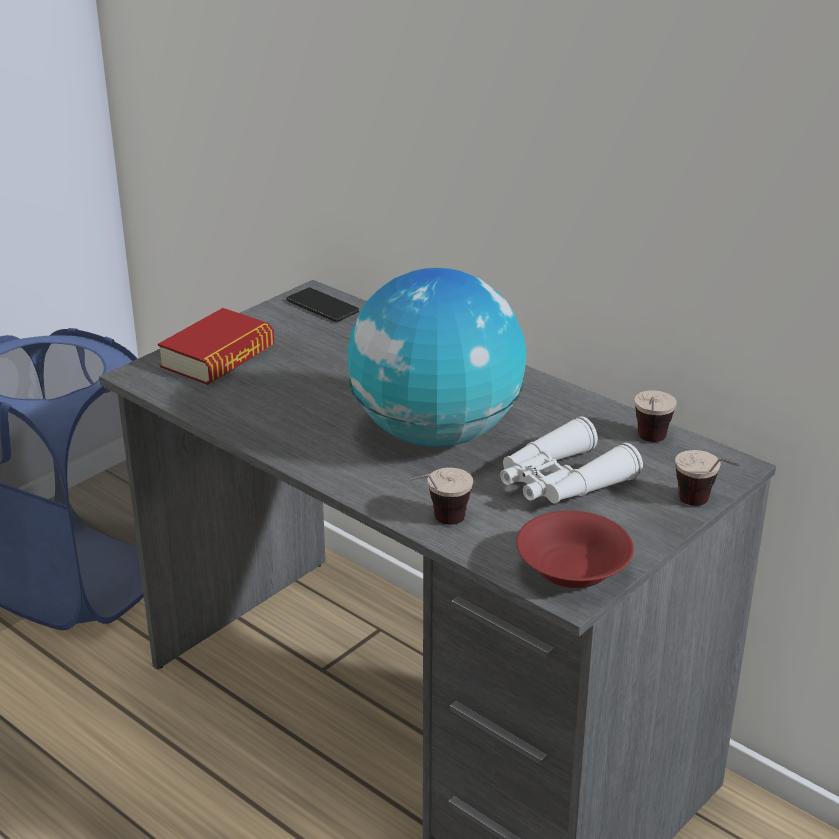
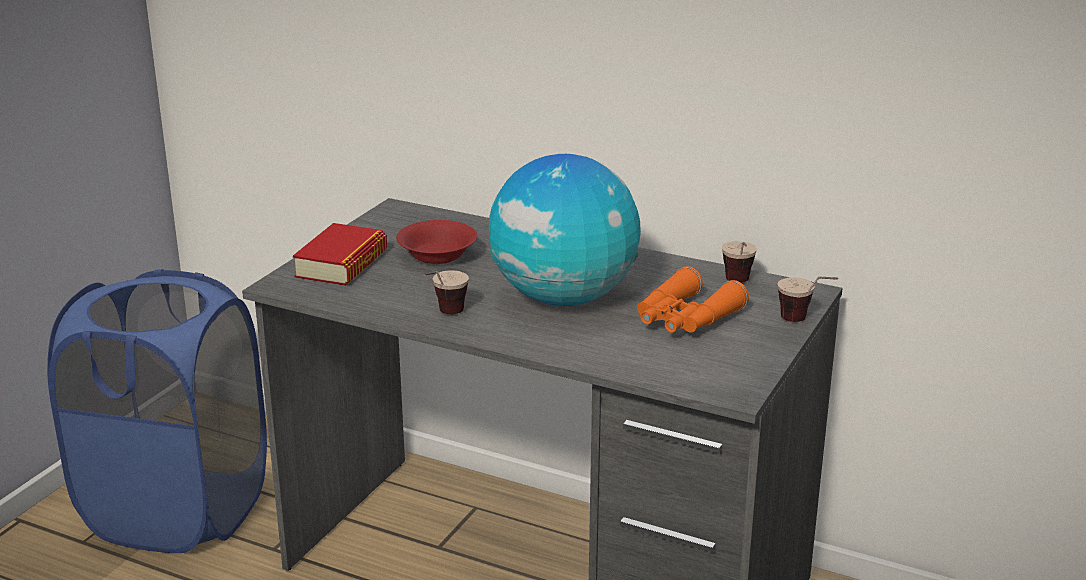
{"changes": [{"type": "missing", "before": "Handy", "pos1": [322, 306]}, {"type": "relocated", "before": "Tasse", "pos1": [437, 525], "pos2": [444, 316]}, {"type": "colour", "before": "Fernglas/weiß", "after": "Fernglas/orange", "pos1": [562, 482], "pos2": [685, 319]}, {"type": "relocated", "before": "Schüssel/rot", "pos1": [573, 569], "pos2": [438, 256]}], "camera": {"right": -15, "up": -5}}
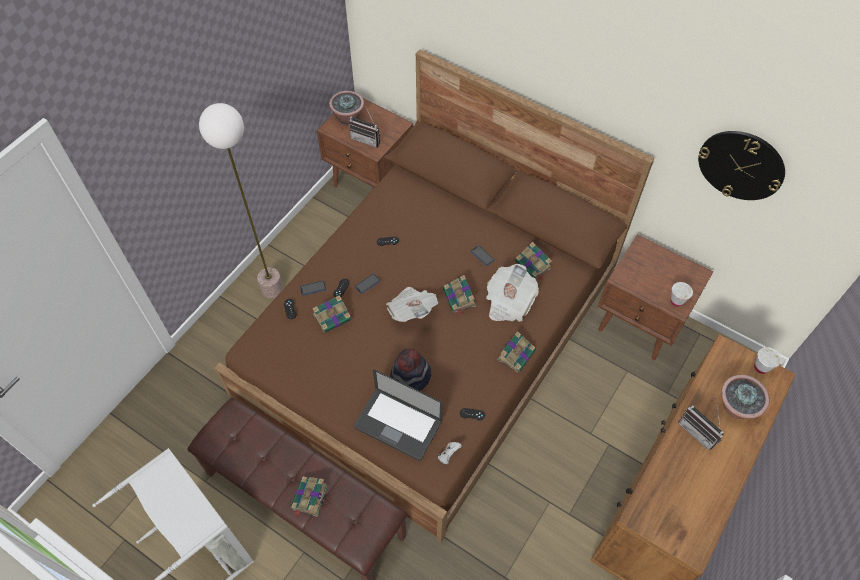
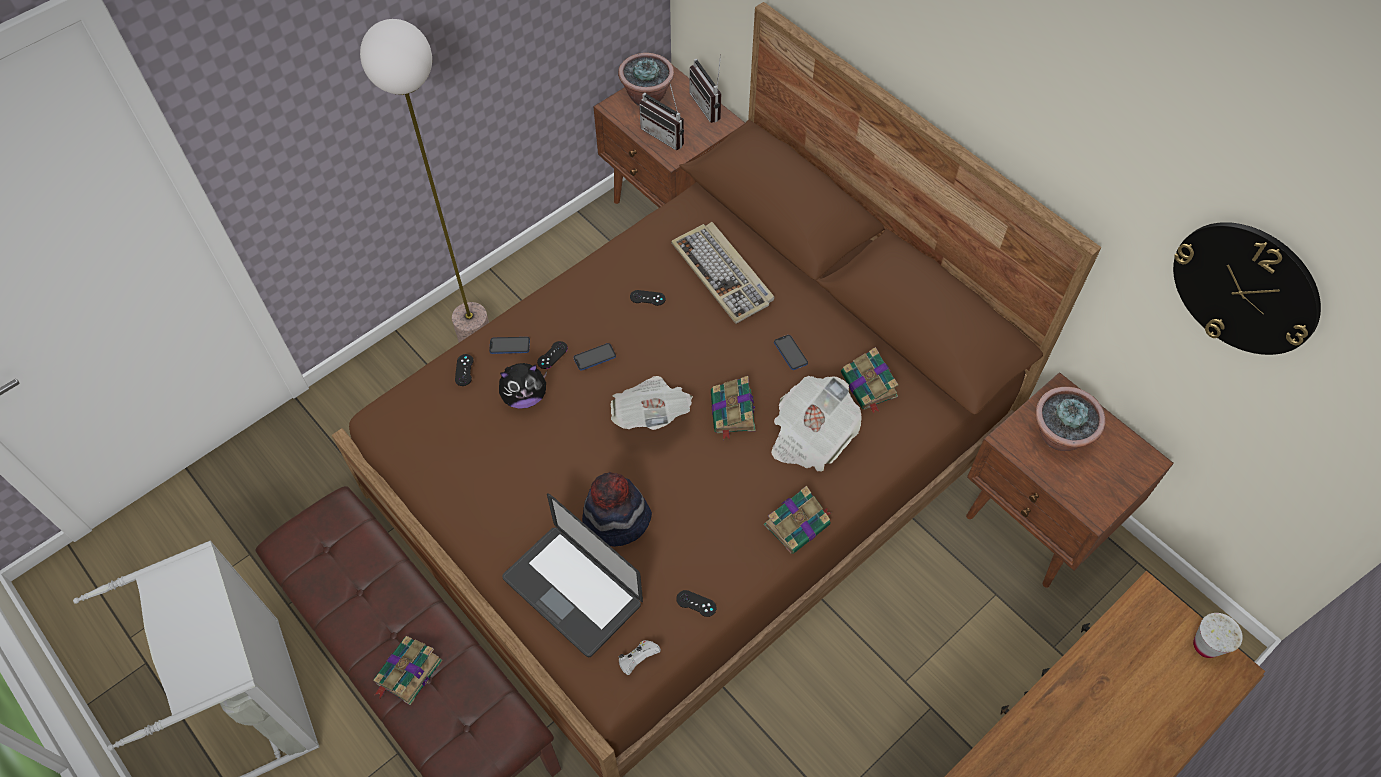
{"changes": [{"type": "exchanged", "before": "Buch", "after": "Plüschtier", "pos1": [333, 317], "pos2": [525, 397]}, {"type": "missing", "before": "Tasse/weiß", "pos1": [677, 301]}, {"type": "relocated", "before": "Radio", "pos1": [699, 431], "pos2": [710, 105]}, {"type": "relocated", "before": "Topfpflanze", "pos1": [736, 407], "pos2": [1059, 436]}, {"type": "appeared", "after": "Tastatur", "pos2": [723, 274]}], "camera": {"right": 15, "up": 0}}
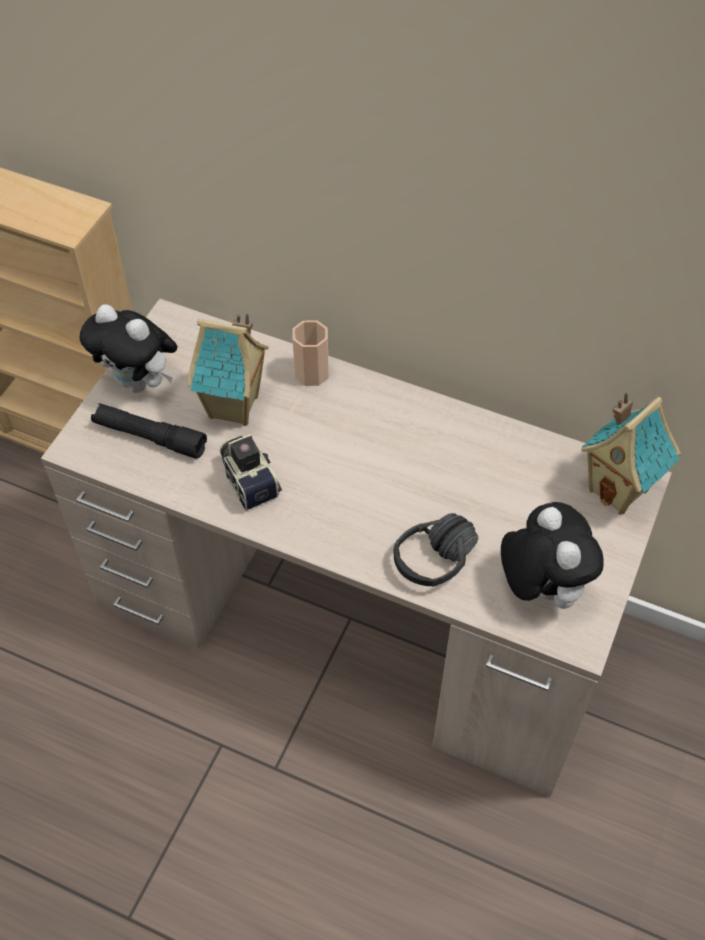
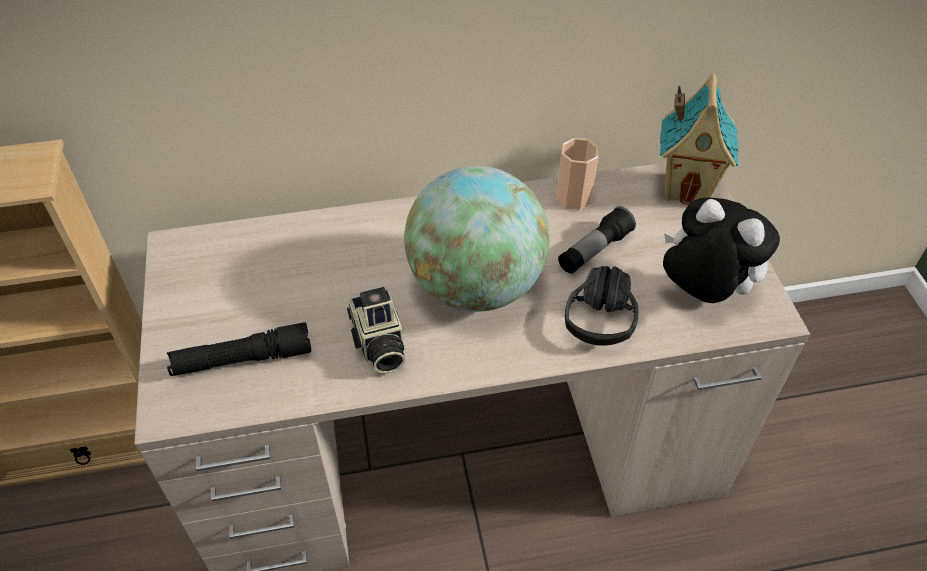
{"changes": [{"type": "missing", "before": "Plüschtier", "pos1": [140, 383]}, {"type": "missing", "before": "Spielzeughaus", "pos1": [235, 408]}, {"type": "spun", "before": "Kamera", "pos1": [250, 481], "pos2": [378, 345], "turn": -135}, {"type": "relocated", "before": "Tasse", "pos1": [311, 373], "pos2": [573, 197]}, {"type": "appeared", "after": "Globus", "pos2": [475, 285]}, {"type": "appeared", "after": "Taschenlampe", "pos2": [594, 250]}], "camera": {"right": -35, "up": -5}}
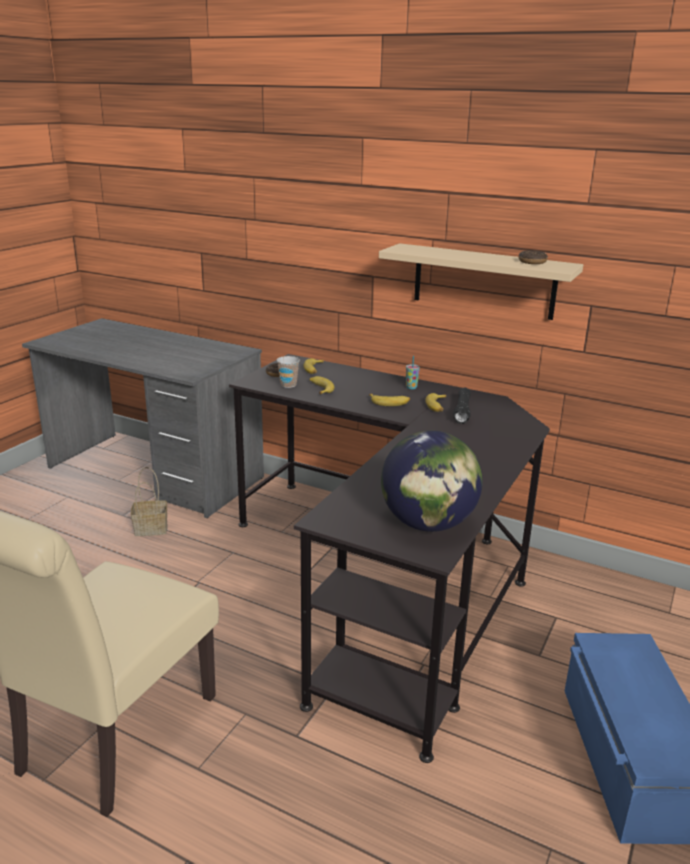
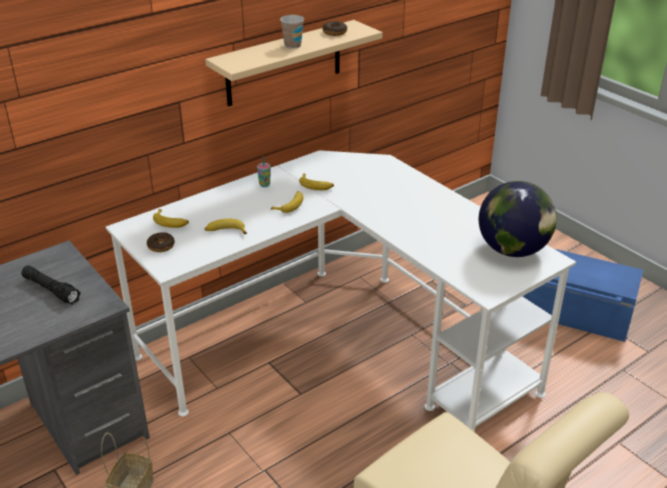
{"changes": [{"type": "colour", "before": "Schreibtisch/schwarz", "after": "Schreibtisch/weiß", "pos1": [389, 580], "pos2": [339, 344]}, {"type": "relocated", "before": "Tasse", "pos1": [288, 385], "pos2": [292, 45]}, {"type": "relocated", "before": "Taschenlampe/schwarz", "pos1": [462, 411], "pos2": [51, 290]}], "camera": {"right": -65, "up": 10}}
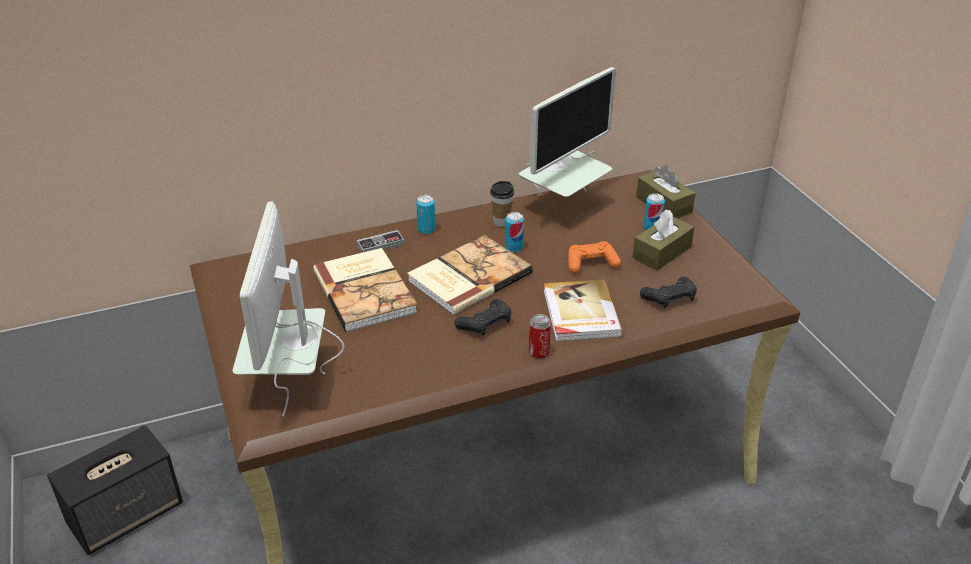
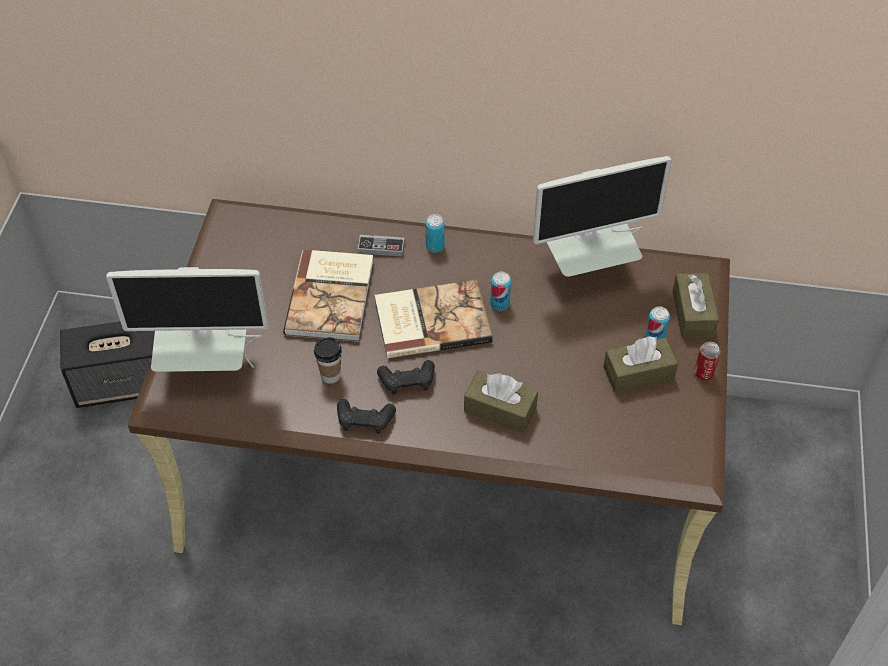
{"changes": [{"type": "spun", "before": "Monitor", "pos1": [290, 382], "pos2": [208, 368], "turn": -120}, {"type": "relocated", "before": "Tasse", "pos1": [501, 222], "pos2": [330, 376]}, {"type": "relocated", "before": "Dose", "pos1": [538, 353], "pos2": [703, 373]}, {"type": "exchanged", "before": "Buch", "after": "Taschentuchbox/braun", "pos1": [580, 314], "pos2": [500, 409]}, {"type": "missing", "before": "Gamepad/orange", "pos1": [591, 264]}, {"type": "relocated", "before": "Gamepad/schwarz", "pos1": [669, 298], "pos2": [365, 420]}], "camera": {"right": 30, "up": 15}}
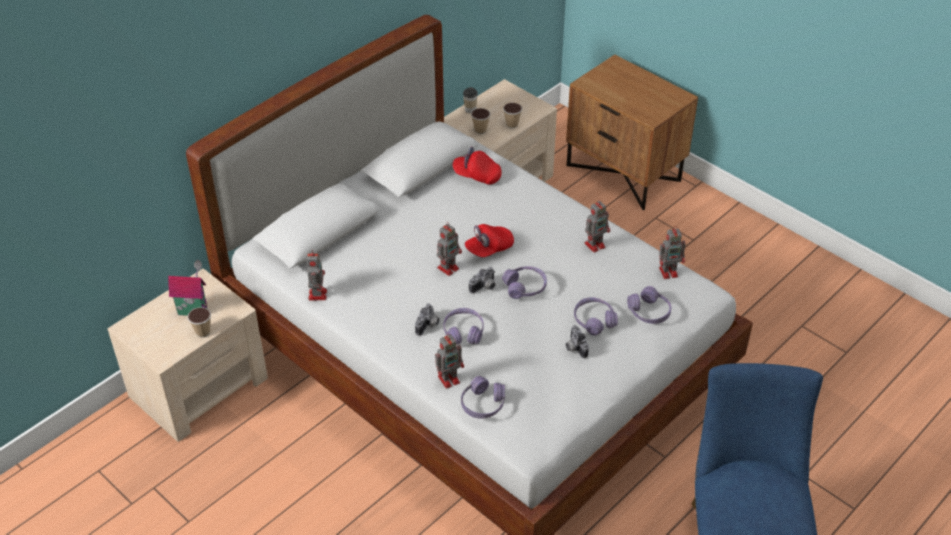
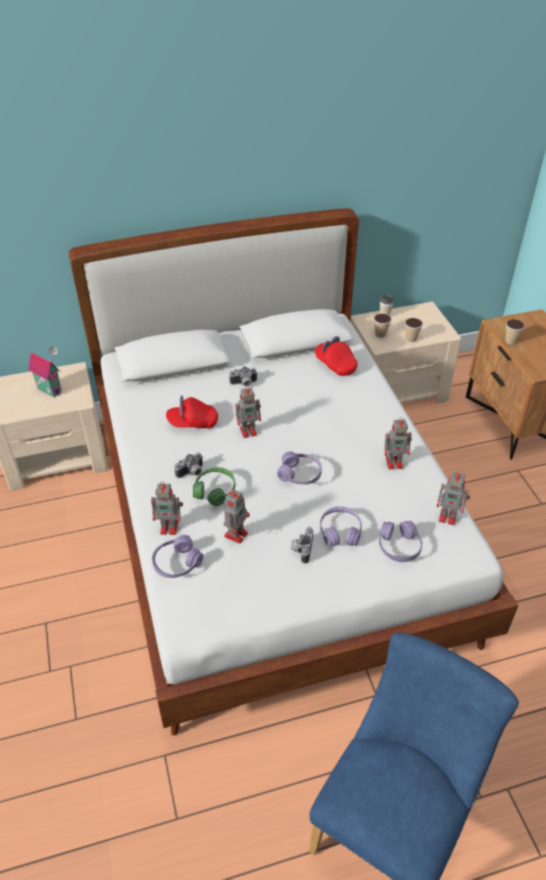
{"changes": [{"type": "relocated", "before": "Tasse", "pos1": [203, 332], "pos2": [510, 341]}, {"type": "relocated", "before": "Spielzeugroboter", "pos1": [317, 294], "pos2": [236, 533]}, {"type": "colour", "before": "Kopfhörer/lila", "after": "Kopfhörer/grün", "pos1": [463, 332], "pos2": [214, 491]}, {"type": "relocated", "before": "Kappe/rot", "pos1": [489, 249], "pos2": [193, 423]}, {"type": "relocated", "before": "Kamera", "pos1": [484, 287], "pos2": [244, 384]}], "camera": {"right": 30, "up": 0}}
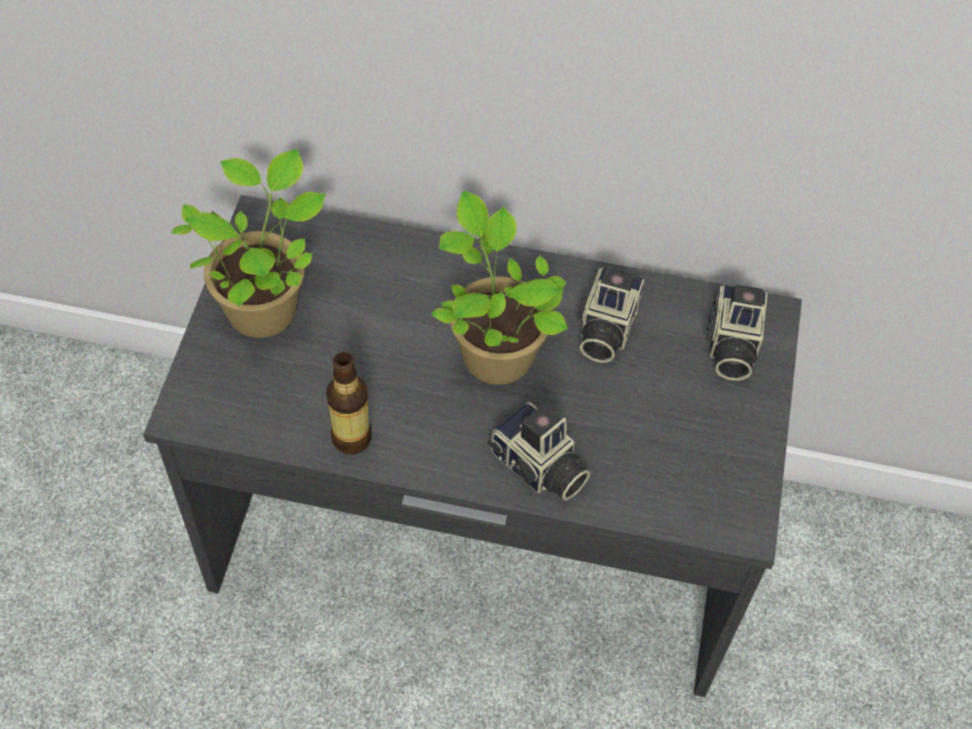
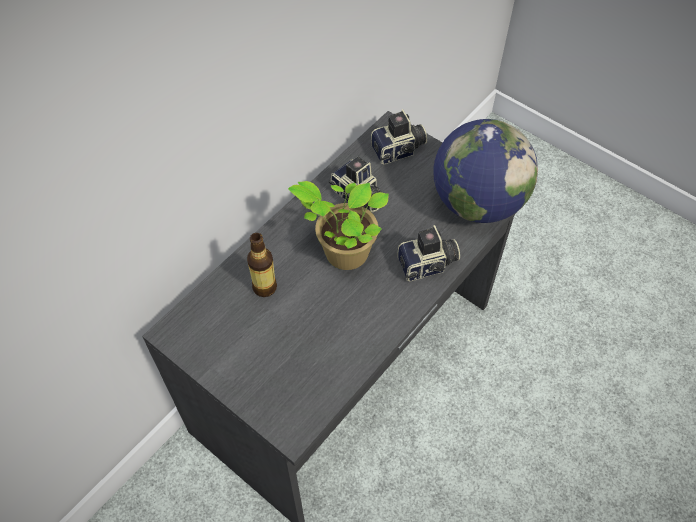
{"changes": [{"type": "missing", "before": "Topfpflanze", "pos1": [265, 306]}, {"type": "relocated", "before": "Flasche", "pos1": [351, 438], "pos2": [264, 287]}, {"type": "spun", "before": "Kamera", "pos1": [730, 345], "pos2": [399, 151], "turn": -60}, {"type": "appeared", "after": "Globus", "pos2": [477, 202]}], "camera": {"right": -60, "up": 0}}
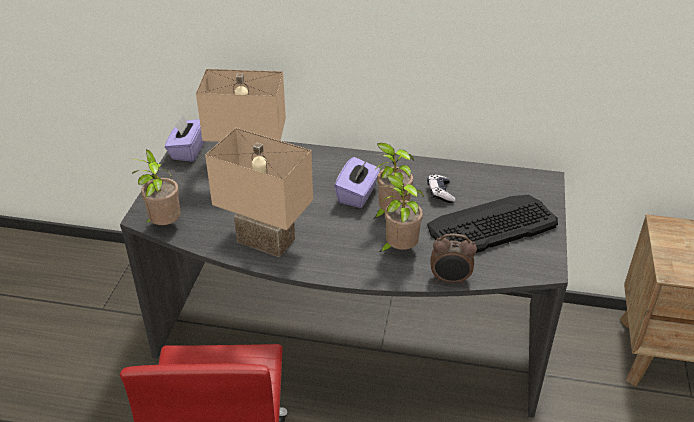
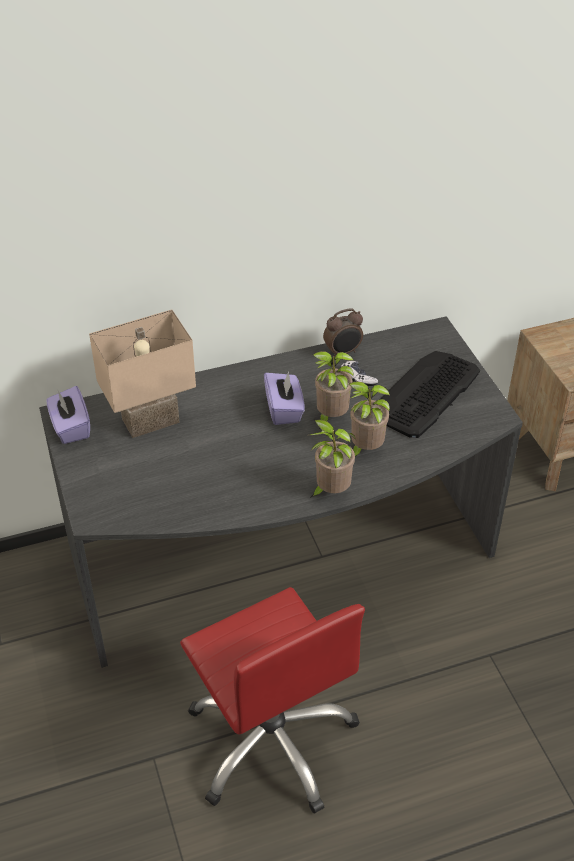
{"changes": [{"type": "relocated", "before": "Topfpflanze", "pos1": [164, 225], "pos2": [330, 491]}, {"type": "missing", "before": "Tischlampe/beige", "pos1": [268, 239]}, {"type": "relocated", "before": "Wecker", "pos1": [450, 280], "pos2": [343, 352]}], "camera": {"right": -30, "up": 5}}
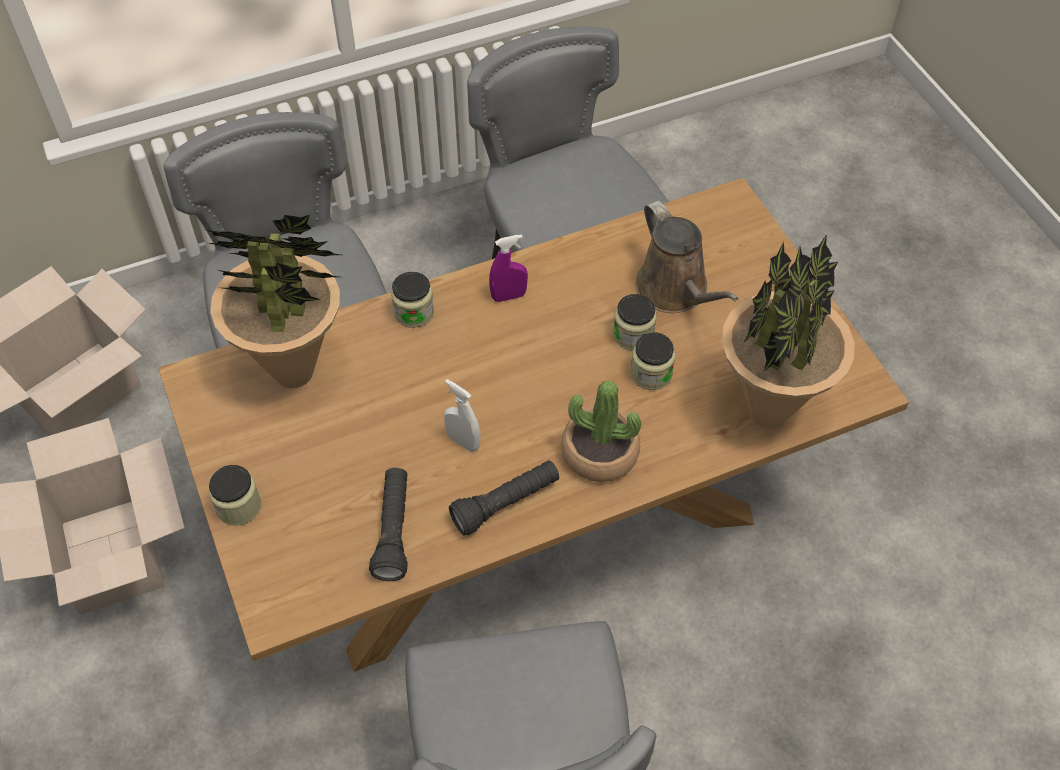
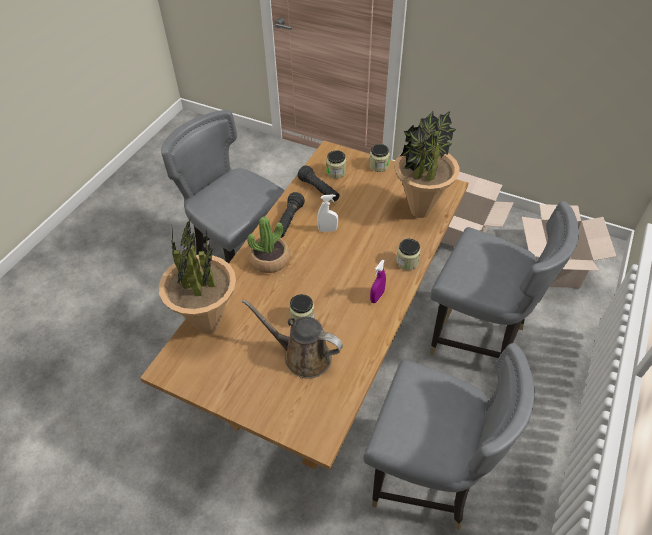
{"changes": [{"type": "relocated", "before": "Vorratsglas", "pos1": [651, 374], "pos2": [336, 172]}], "camera": {"right": 140, "up": -5}}
